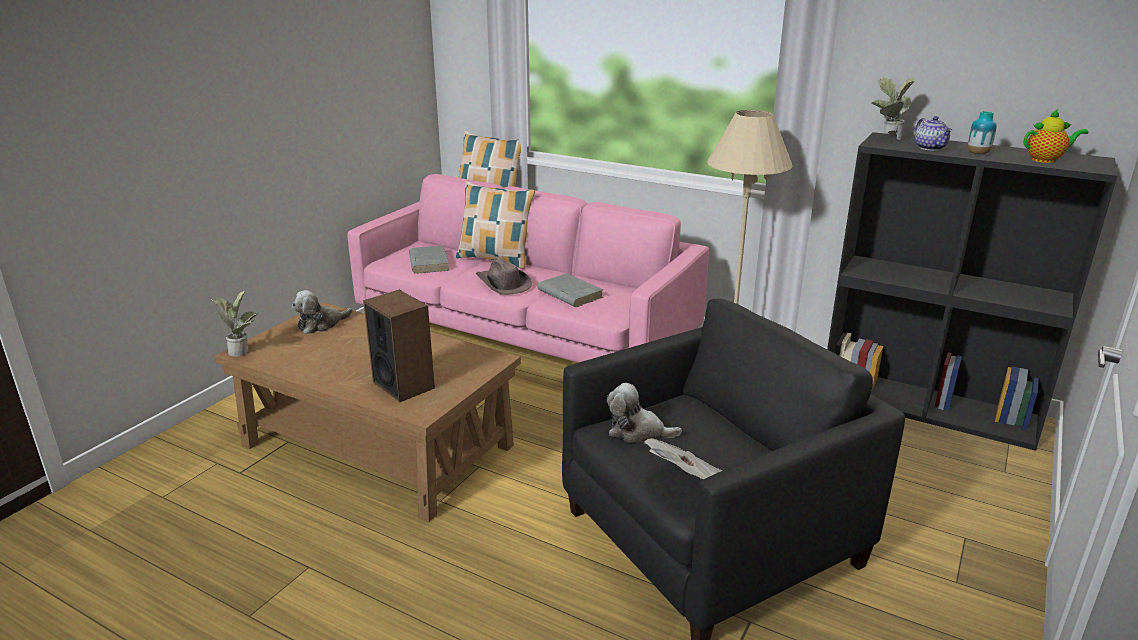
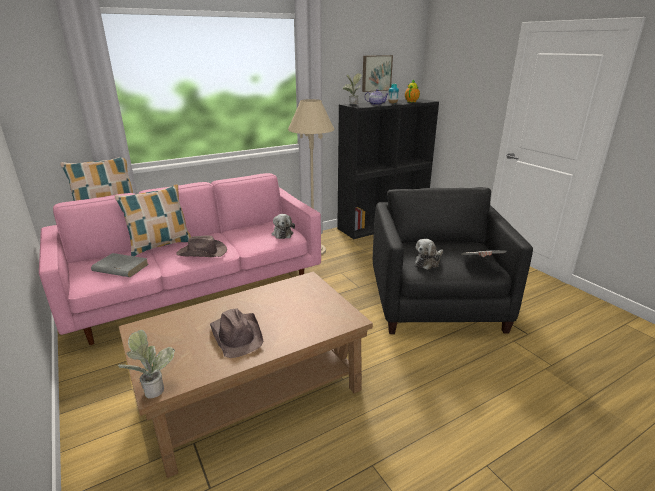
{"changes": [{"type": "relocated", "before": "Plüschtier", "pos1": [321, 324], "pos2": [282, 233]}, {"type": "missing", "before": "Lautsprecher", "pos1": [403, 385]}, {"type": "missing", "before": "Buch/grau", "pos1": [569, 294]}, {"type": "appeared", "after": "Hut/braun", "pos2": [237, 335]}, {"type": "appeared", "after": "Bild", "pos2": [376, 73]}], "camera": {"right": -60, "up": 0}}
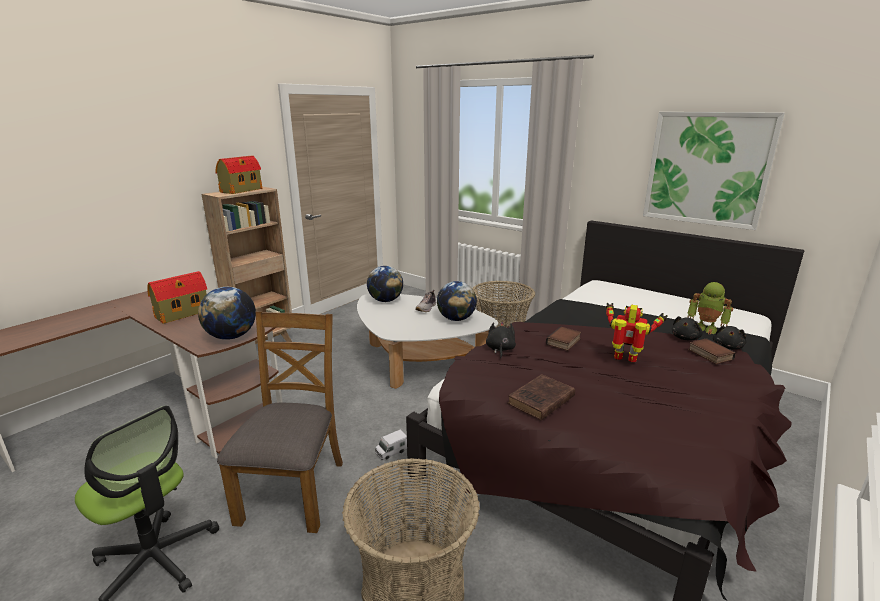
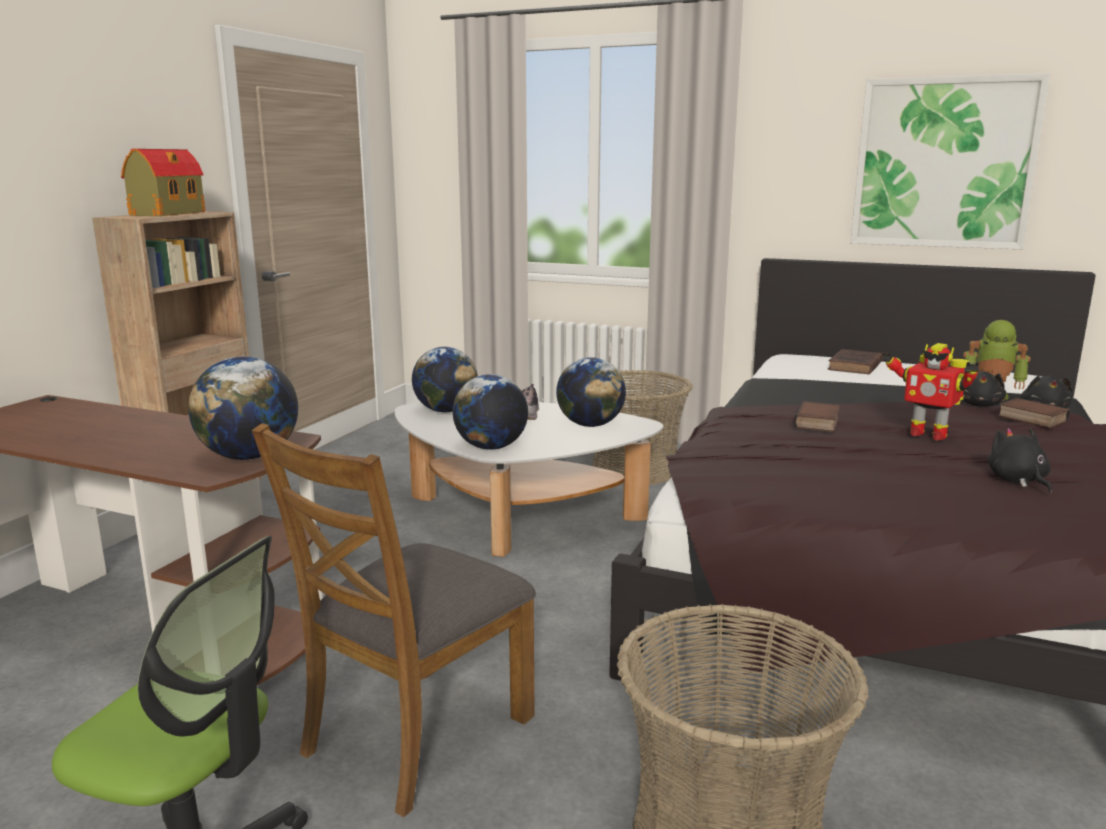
{"changes": [{"type": "missing", "before": "Spielzeughaus", "pos1": [181, 314]}, {"type": "spun", "before": "Stuhl/braun", "pos1": [294, 490], "pos2": [416, 734], "turn": -135}, {"type": "missing", "before": "Spielzeuglaster", "pos1": [391, 451]}, {"type": "relocated", "before": "Plüschtier/schwarz", "pos1": [500, 349], "pos2": [1017, 481]}, {"type": "relocated", "before": "Buch/braun", "pos1": [540, 401], "pos2": [854, 366]}, {"type": "spun", "before": "Spielzeugroboter", "pos1": [626, 359], "pos2": [927, 434], "turn": -150}, {"type": "appeared", "after": "Globus", "pos2": [491, 447]}], "camera": {"right": -15, "up": -5}}
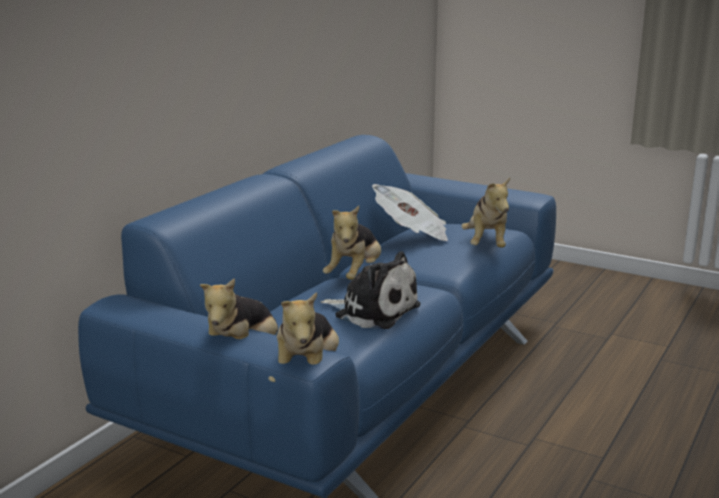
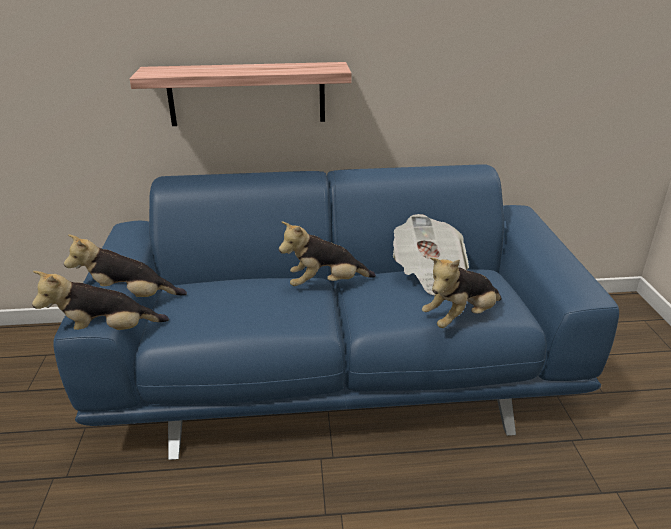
{"changes": [{"type": "missing", "before": "Plüschtier", "pos1": [373, 311]}, {"type": "appeared", "after": "Wandregal", "pos2": [247, 94]}], "camera": {"right": 55, "up": 10}}
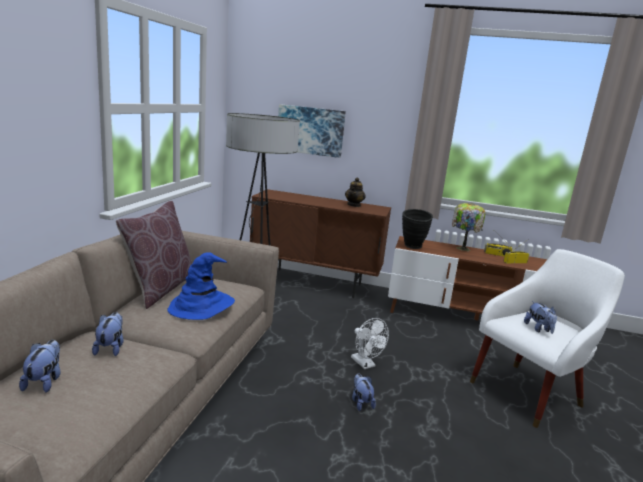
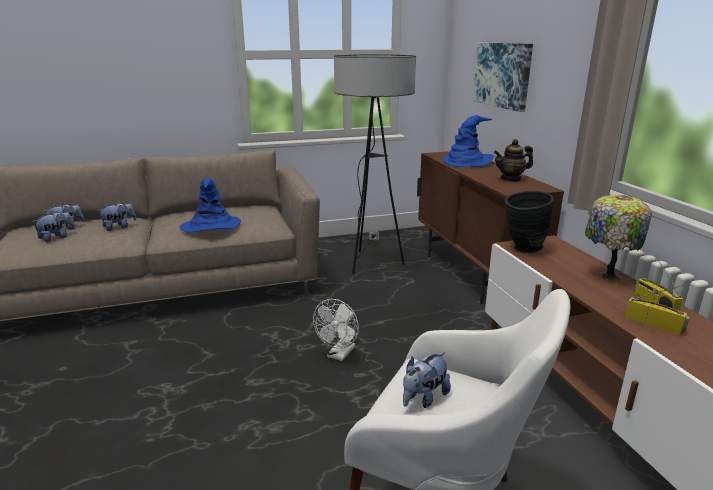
{"changes": [{"type": "missing", "before": "Kissen/braun", "pos1": [160, 288]}, {"type": "relocated", "before": "Plüschtier", "pos1": [361, 402], "pos2": [57, 238]}, {"type": "appeared", "after": "Hut/blau", "pos2": [467, 161]}], "camera": {"right": 60, "up": 5}}
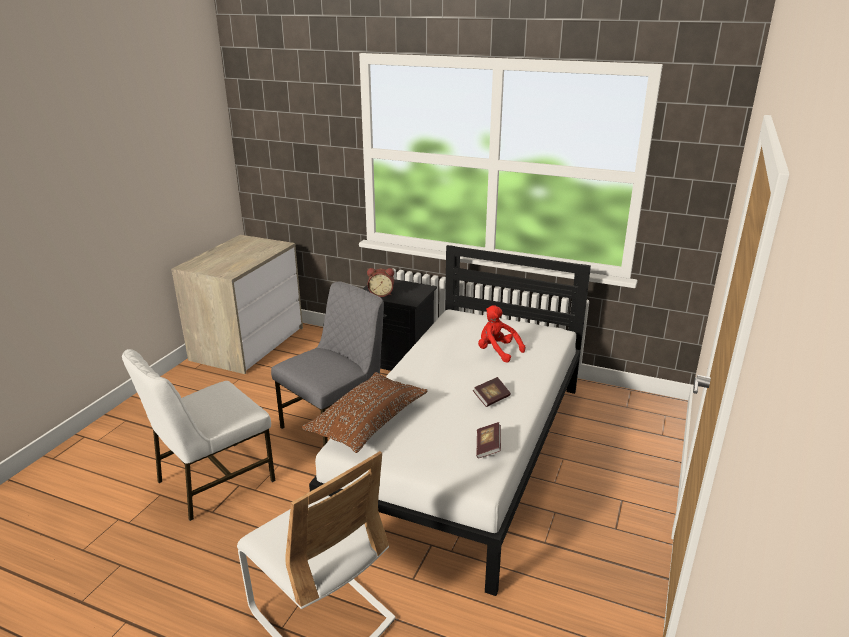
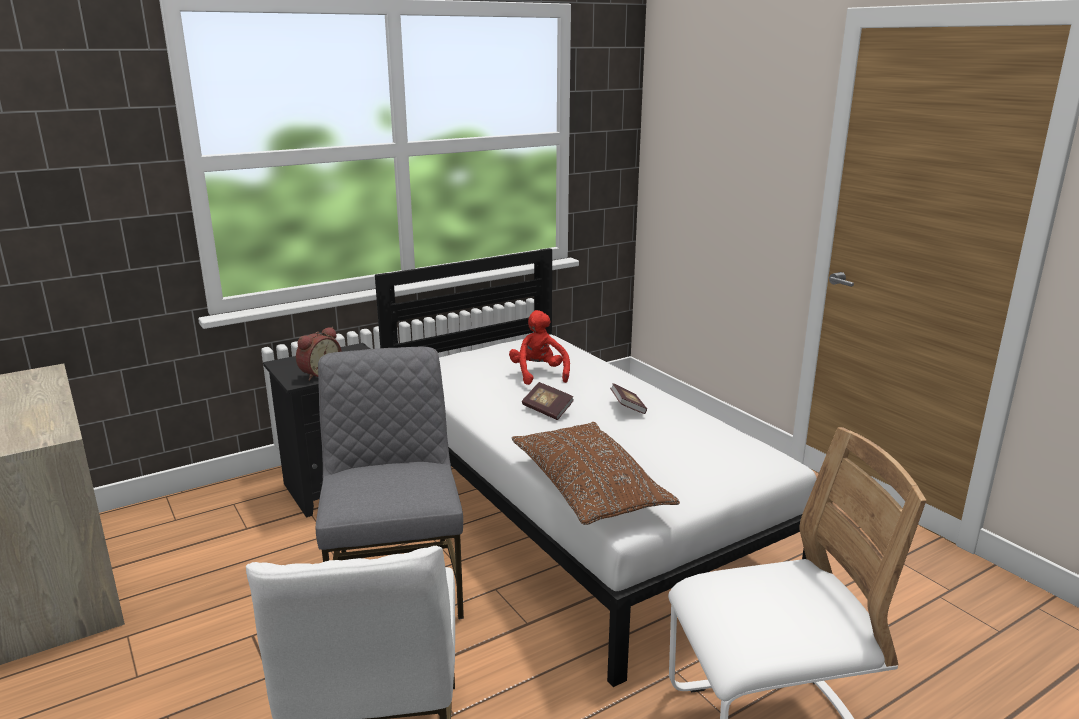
{"changes": [{"type": "relocated", "before": "Buch", "pos1": [488, 447], "pos2": [547, 410]}, {"type": "spun", "before": "Plüschtier/rot", "pos1": [497, 351], "pos2": [539, 374], "turn": 90}], "camera": {"right": -55, "up": -5}}
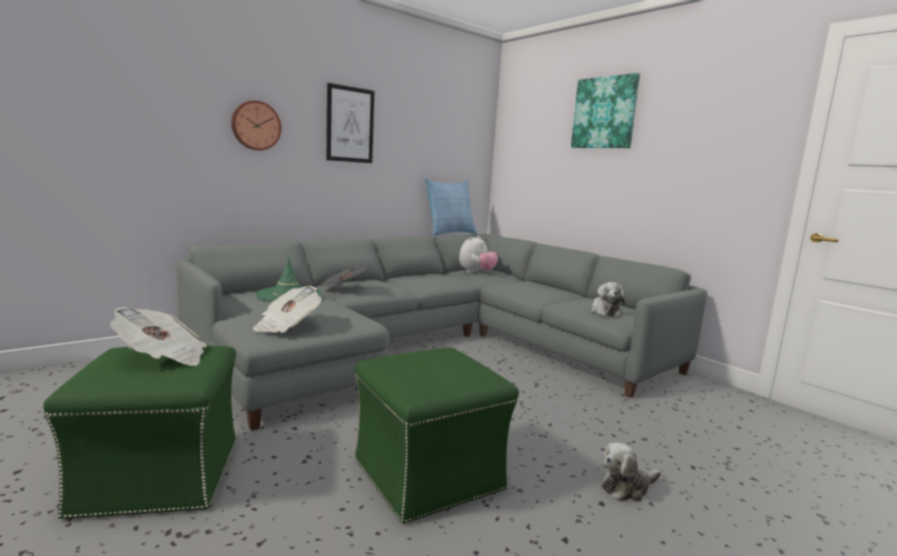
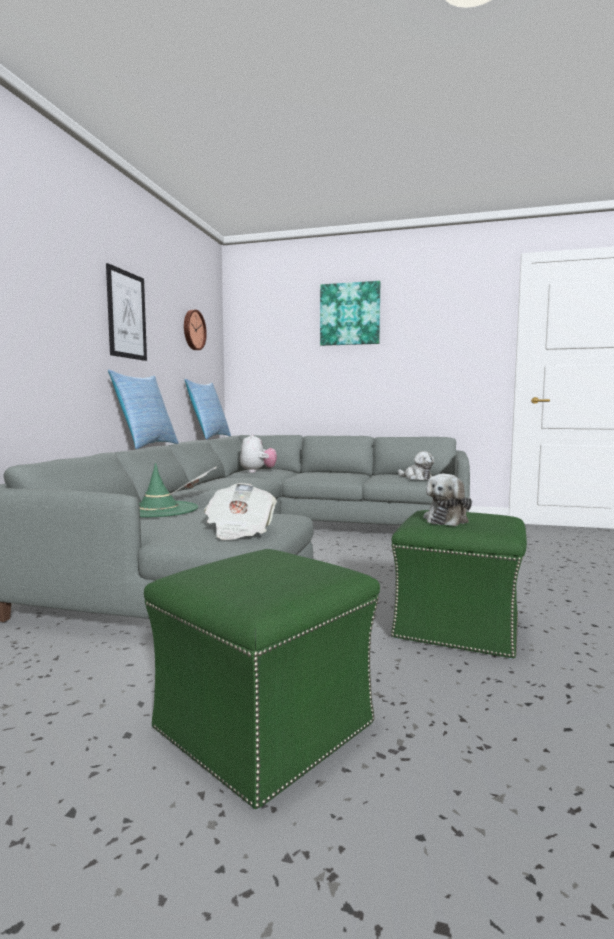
{"changes": [{"type": "missing", "before": "Zeitung", "pos1": [163, 357]}, {"type": "relocated", "before": "Wanduhr", "pos1": [255, 125], "pos2": [193, 330]}, {"type": "relocated", "before": "Plüschtier", "pos1": [627, 487], "pos2": [447, 520]}, {"type": "appeared", "after": "Kissen", "pos2": [146, 446]}], "camera": {"right": -35, "up": -5}}
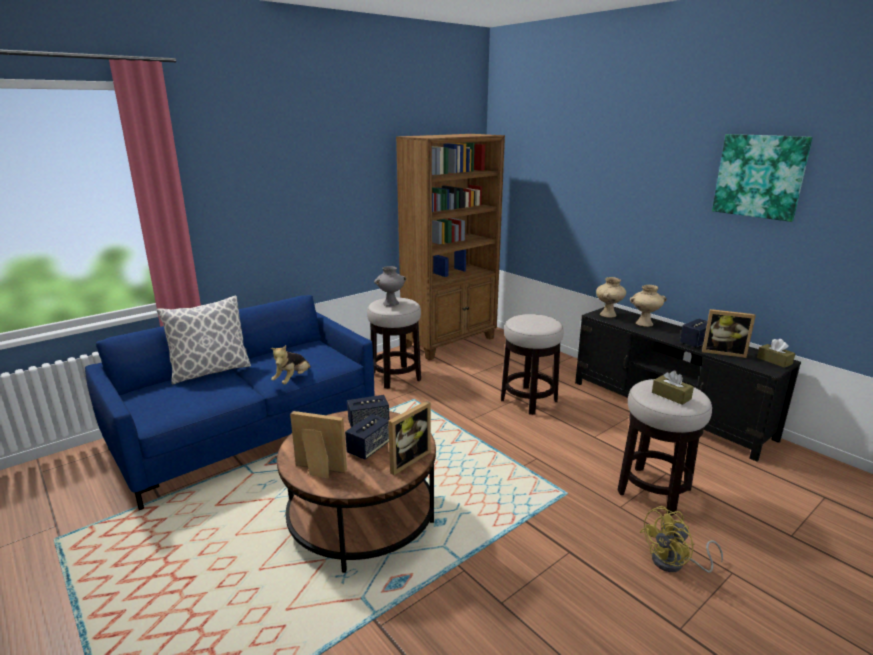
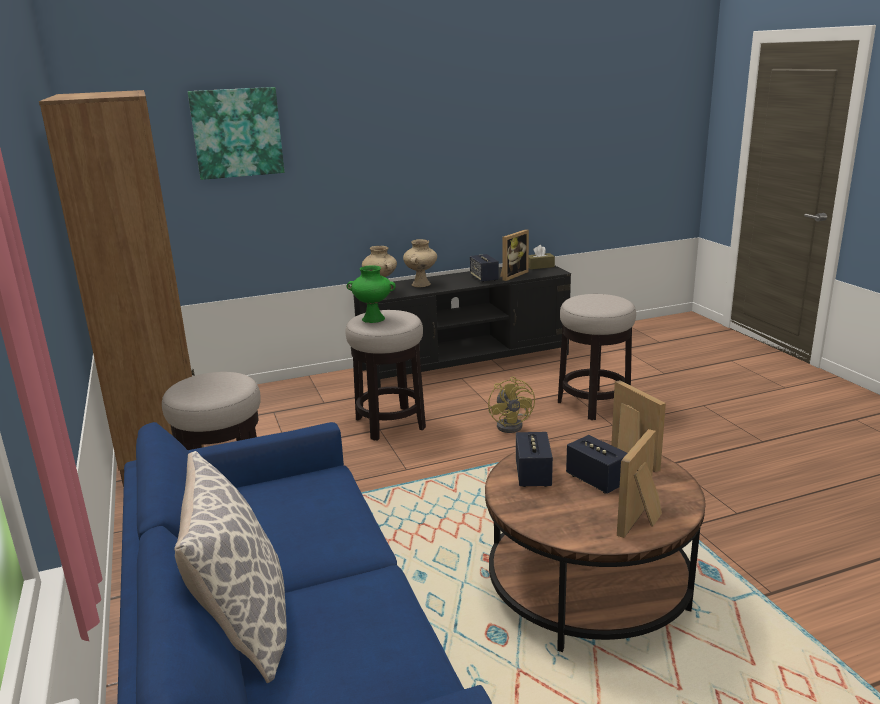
{"changes": [{"type": "missing", "before": "Plüschtier", "pos1": [292, 380]}, {"type": "missing", "before": "Vase/grau", "pos1": [391, 303]}, {"type": "relocated", "before": "Ventilator/gelb", "pos1": [674, 563], "pos2": [512, 425]}, {"type": "missing", "before": "Taschentuchbox/braun", "pos1": [671, 396]}, {"type": "relocated", "before": "Bild", "pos1": [760, 176], "pos2": [237, 133]}, {"type": "appeared", "after": "Vase/grün", "pos2": [374, 319]}], "camera": {"right": -70, "up": 0}}
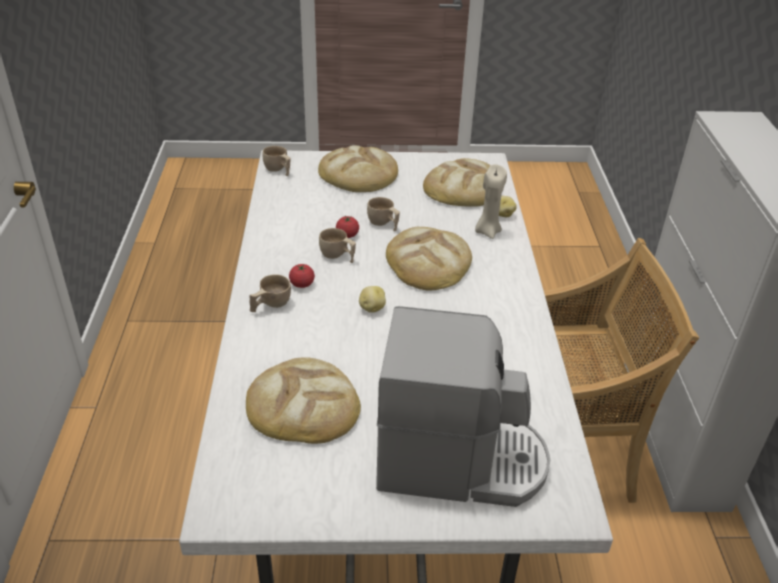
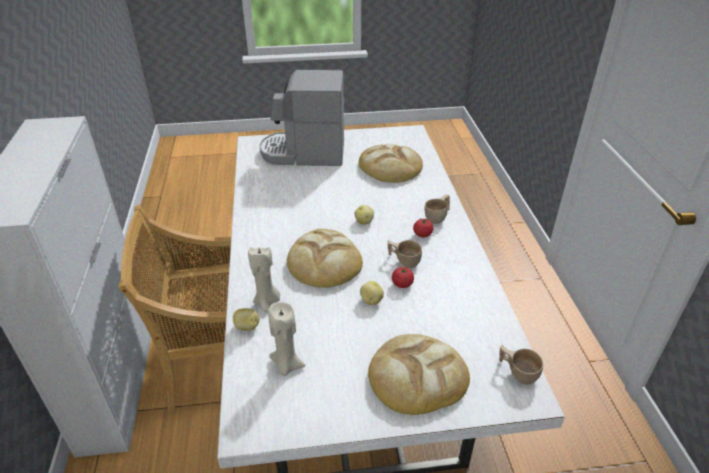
{"changes": [{"type": "exchanged", "before": "Tasse/beige", "after": "Kartoffel", "pos1": [383, 224], "pos2": [371, 300]}, {"type": "exchanged", "before": "Brot", "after": "Kerze/beige", "pos1": [463, 188], "pos2": [286, 365]}], "camera": {"right": 175, "up": 0}}
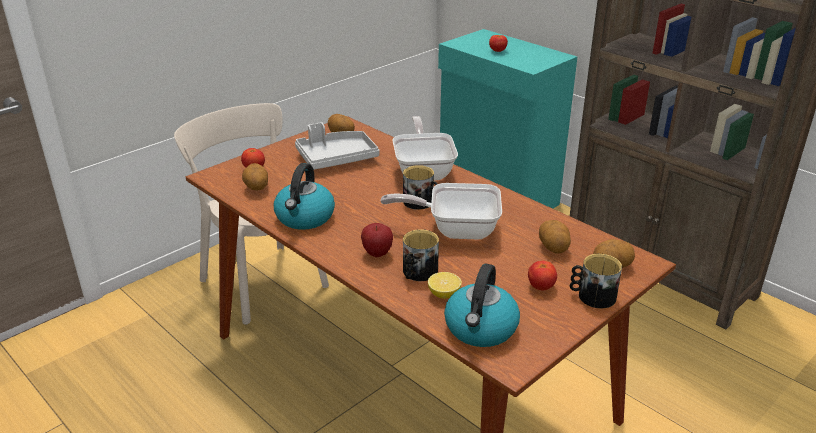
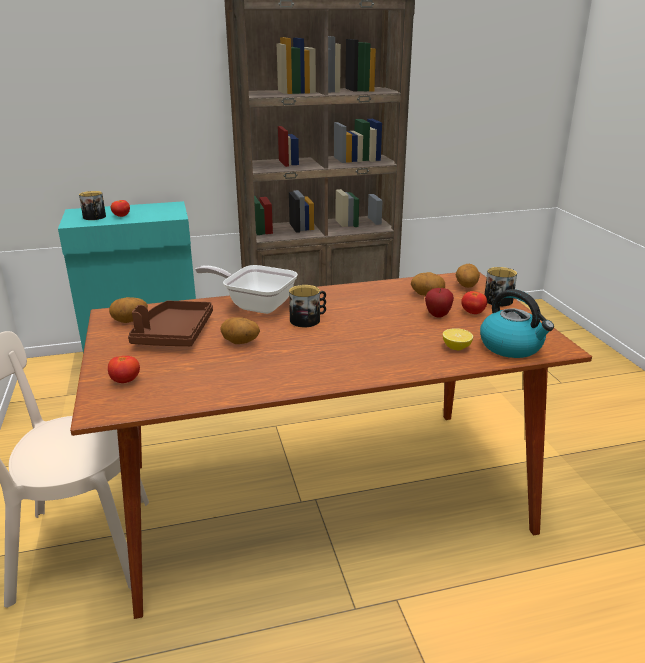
{"changes": [{"type": "relocated", "before": "Kartoffel", "pos1": [256, 188], "pos2": [240, 343]}, {"type": "missing", "before": "Wasserkessel", "pos1": [305, 218]}, {"type": "colour", "before": "Tablett/grau", "after": "Tablett/braun", "pos1": [336, 158], "pos2": [173, 334]}, {"type": "relocated", "before": "Apfel", "pos1": [377, 253], "pos2": [438, 315]}, {"type": "missing", "before": "Pfanne", "pos1": [455, 229]}, {"type": "relocated", "before": "Henkelbecher", "pos1": [418, 273], "pos2": [95, 217]}], "camera": {"right": -60, "up": -5}}
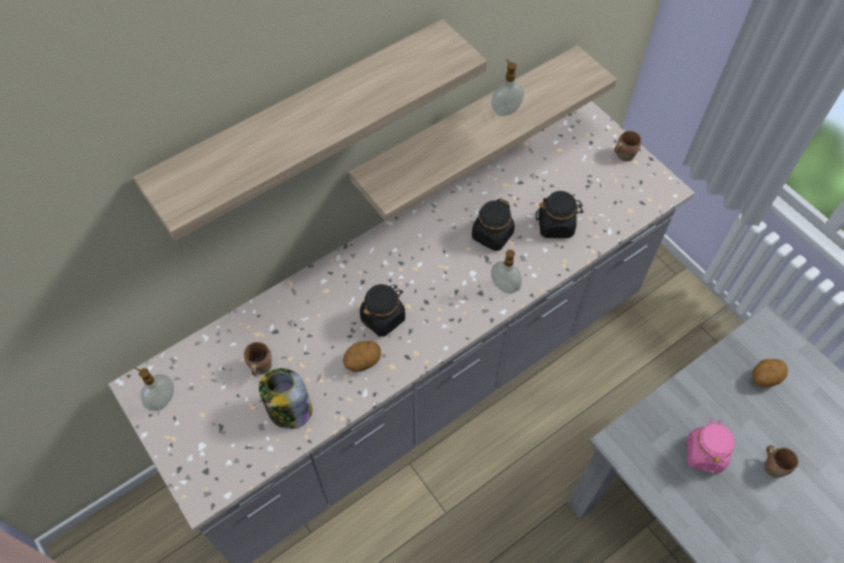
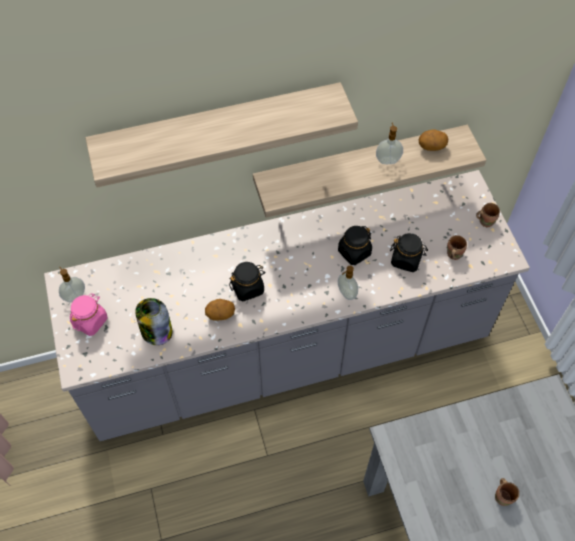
{"changes": [{"type": "relocated", "before": "Henkelbecher/braun", "pos1": [259, 366], "pos2": [453, 254]}, {"type": "relocated", "before": "Vorratsglas/rosa", "pos1": [704, 453], "pos2": [90, 321]}, {"type": "relocated", "before": "Kartoffel", "pos1": [764, 378], "pos2": [431, 147]}], "camera": {"right": 20, "up": 0}}
